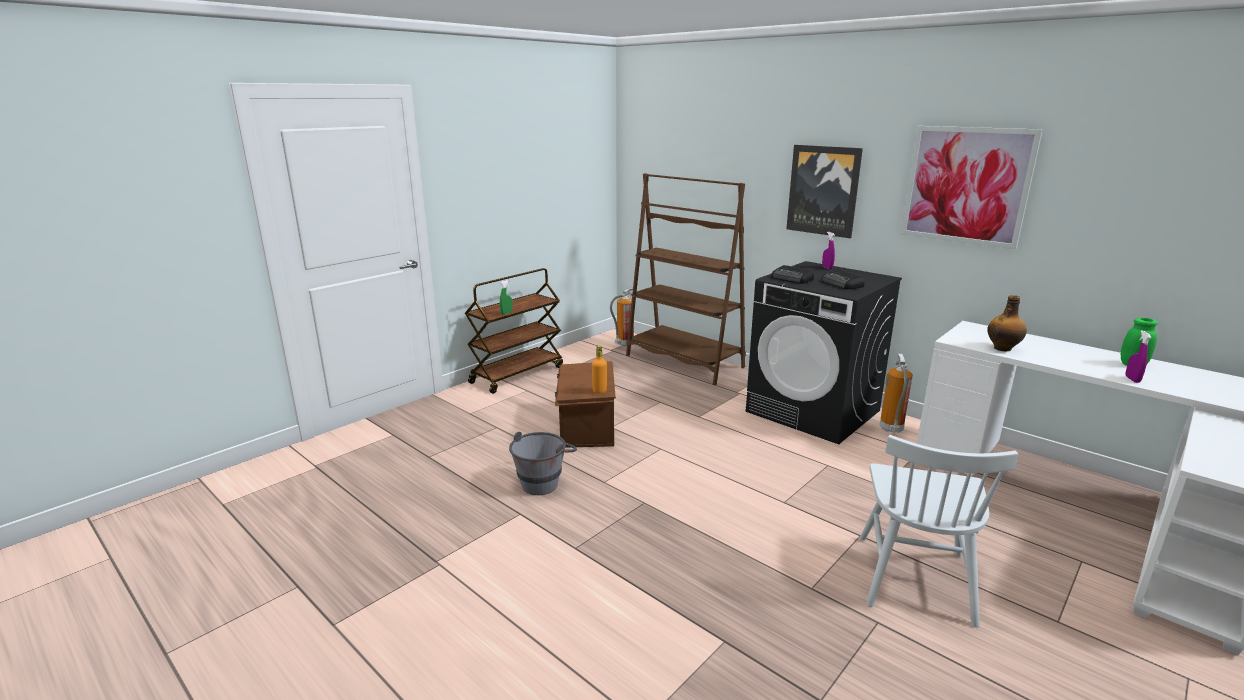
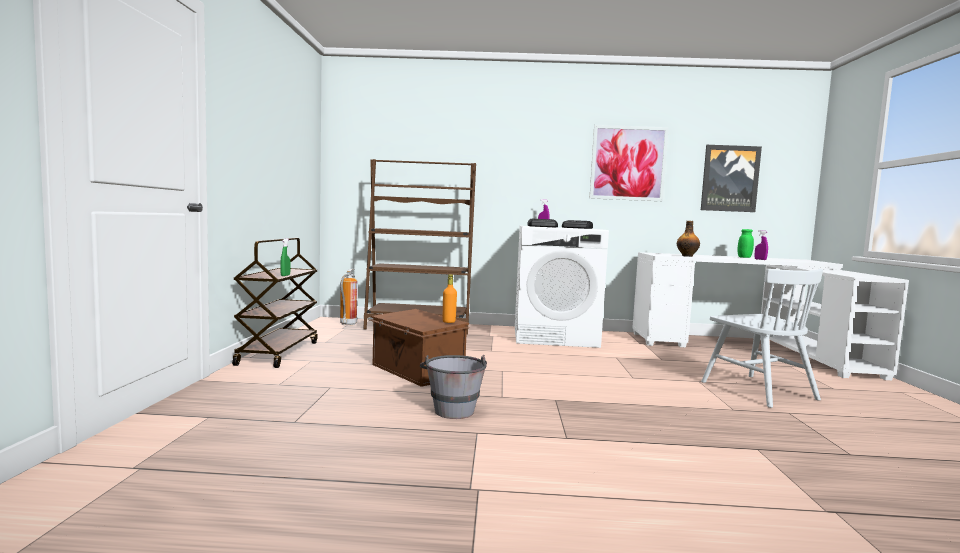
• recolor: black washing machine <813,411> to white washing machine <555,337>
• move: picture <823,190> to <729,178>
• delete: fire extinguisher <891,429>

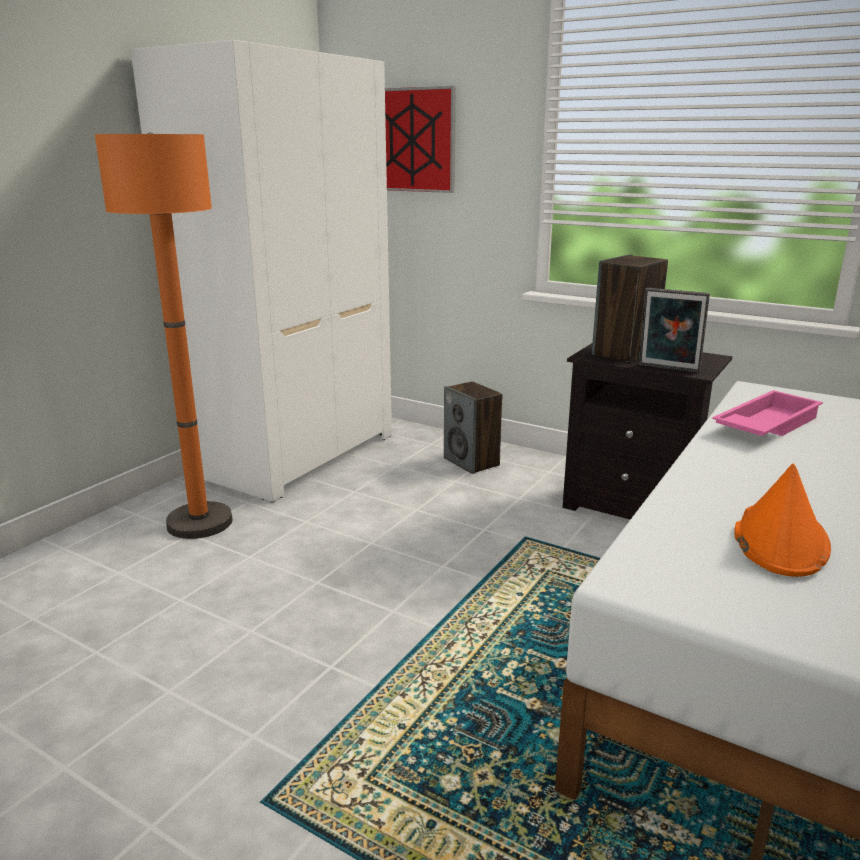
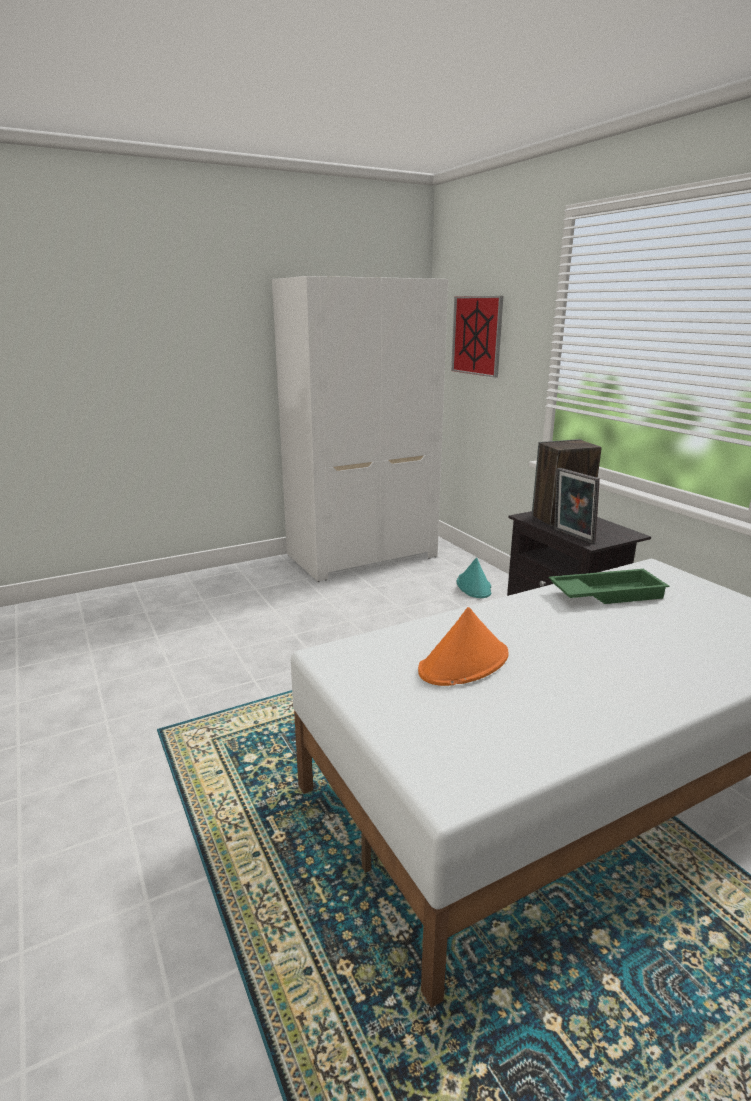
• delete: orange floor lamp <199,523>
• replace: speaker <472,462> to turquoise hat <474,586>
• recolor: pink tray <765,425> to green tray <606,593>

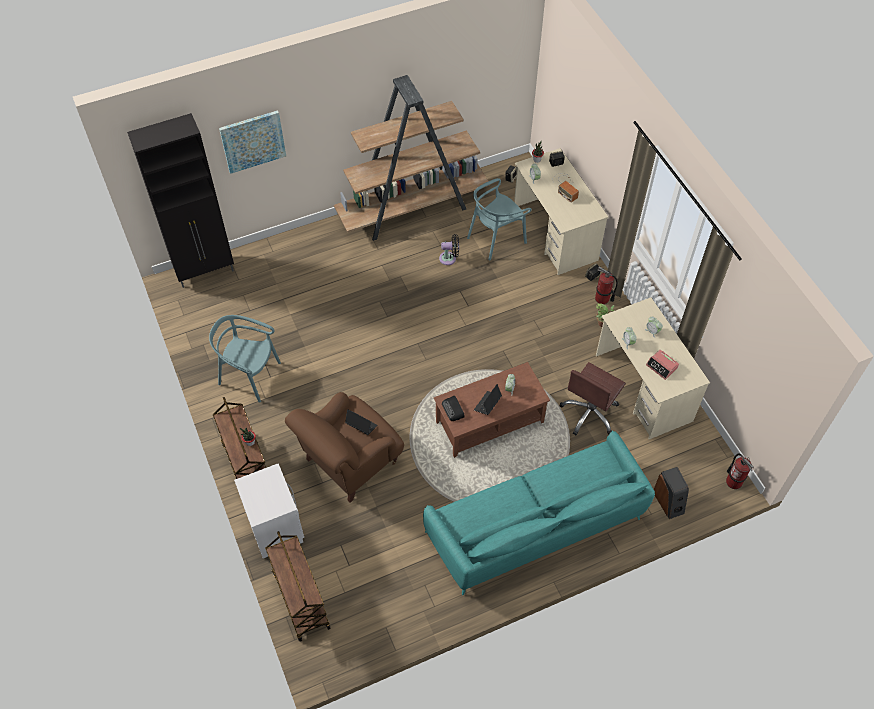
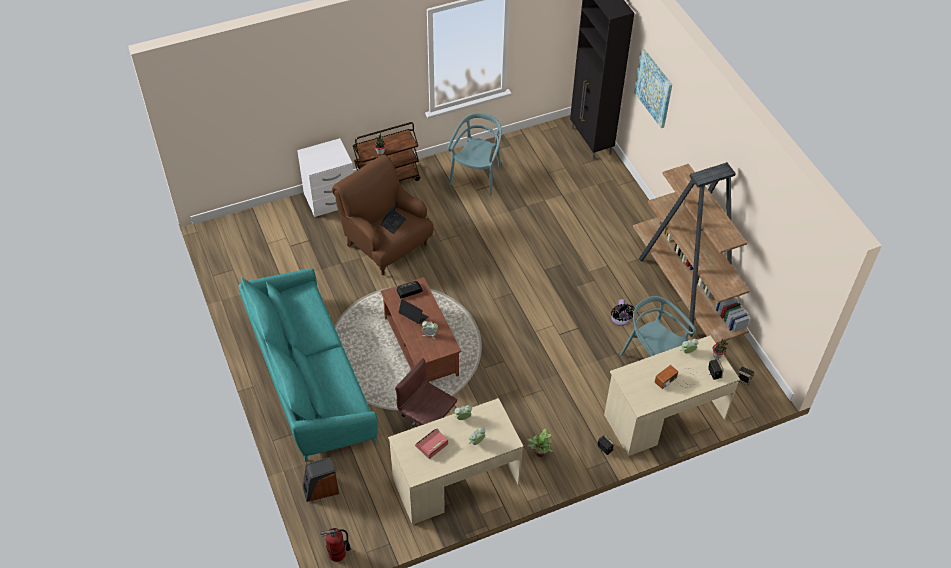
• delete: brown cart <300,599>
• delete: fire extinguisher <602,298>

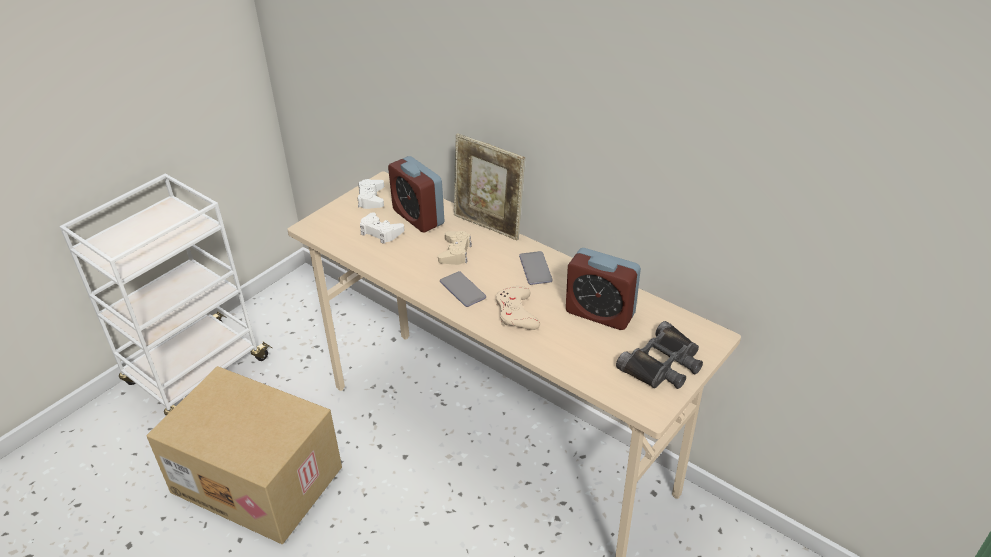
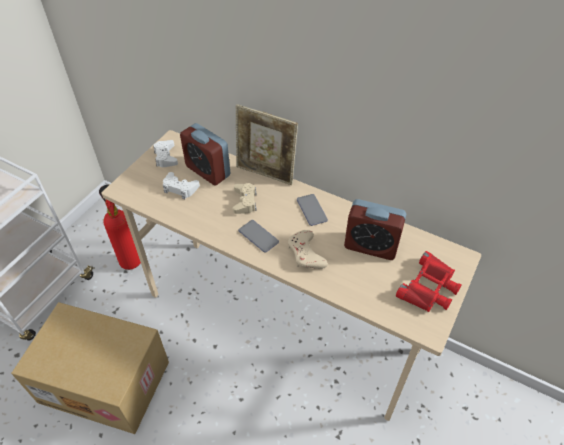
• recolor: black binoculars <663,364> to red binoculars <429,288>
• insert: fire extinguisher <130,258>

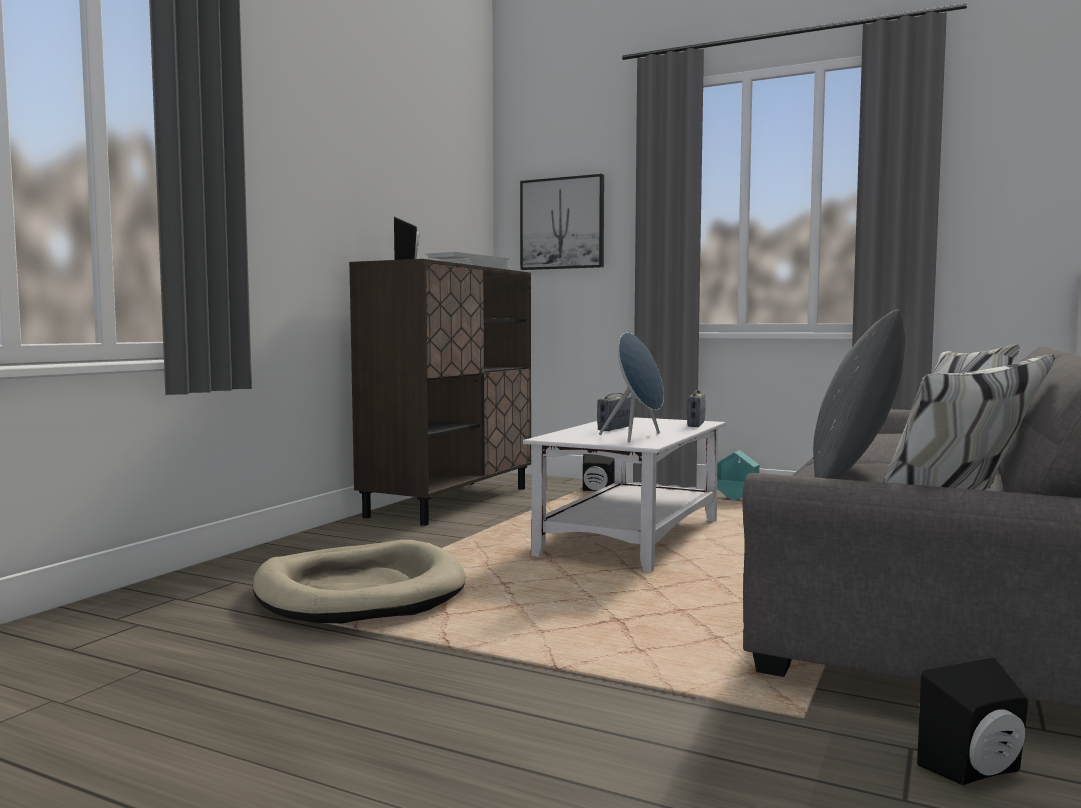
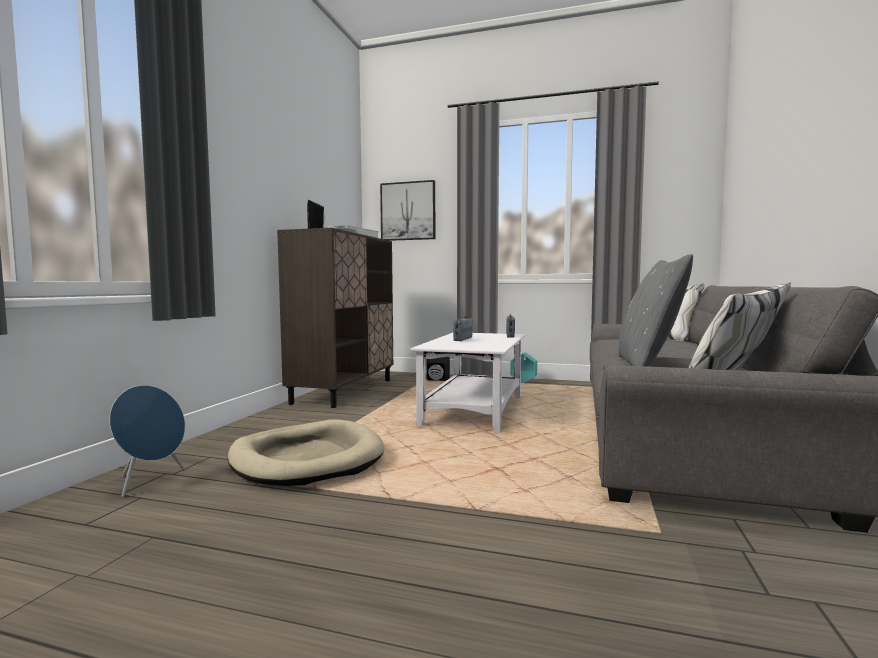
• move: blue speaker <636,437> to <150,482>
• delete: black speaker <978,771>

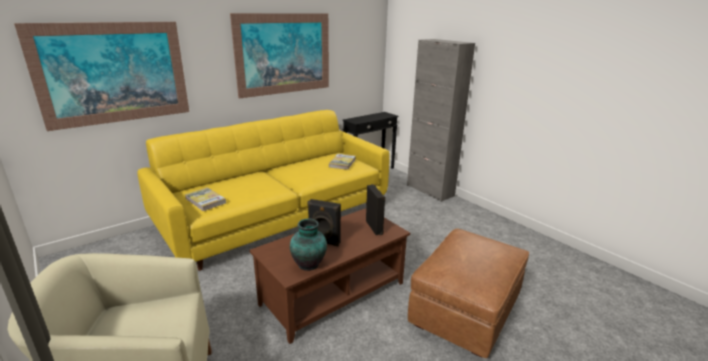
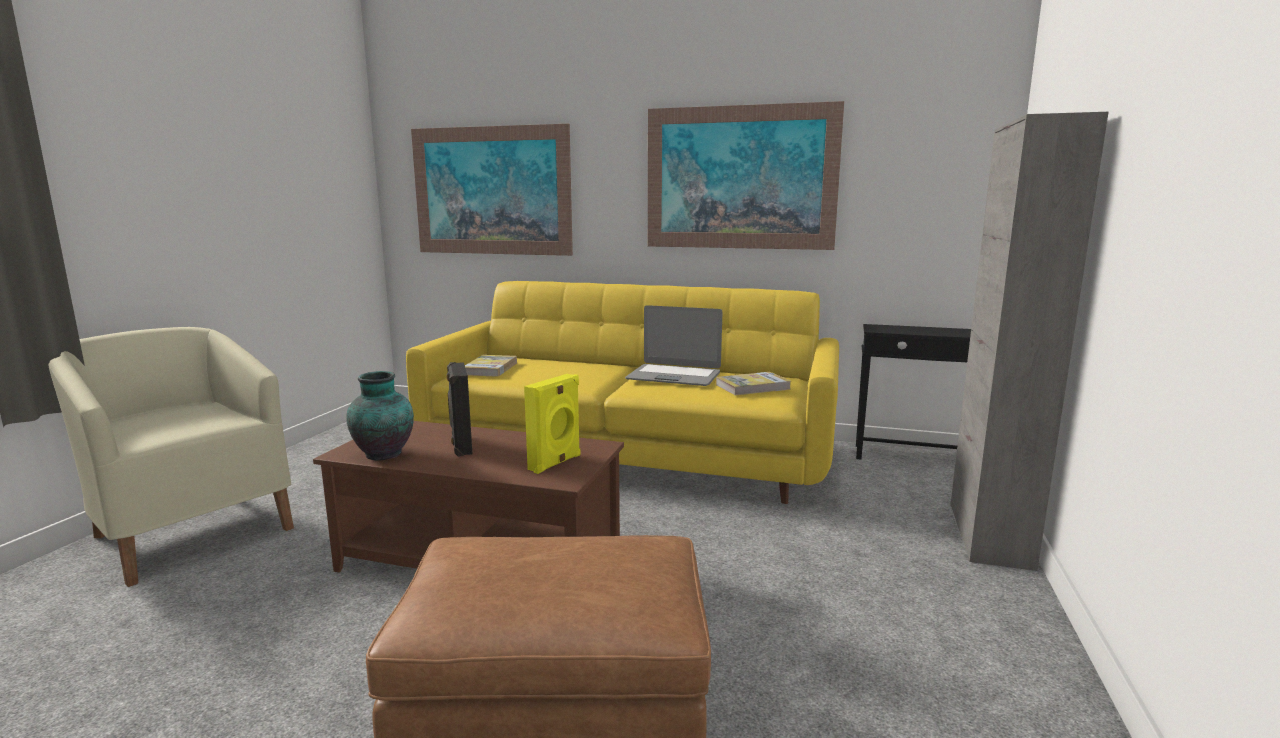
• recolor: black speaker <375,227> to yellow speaker <556,463>
• insert: laptop <674,376>

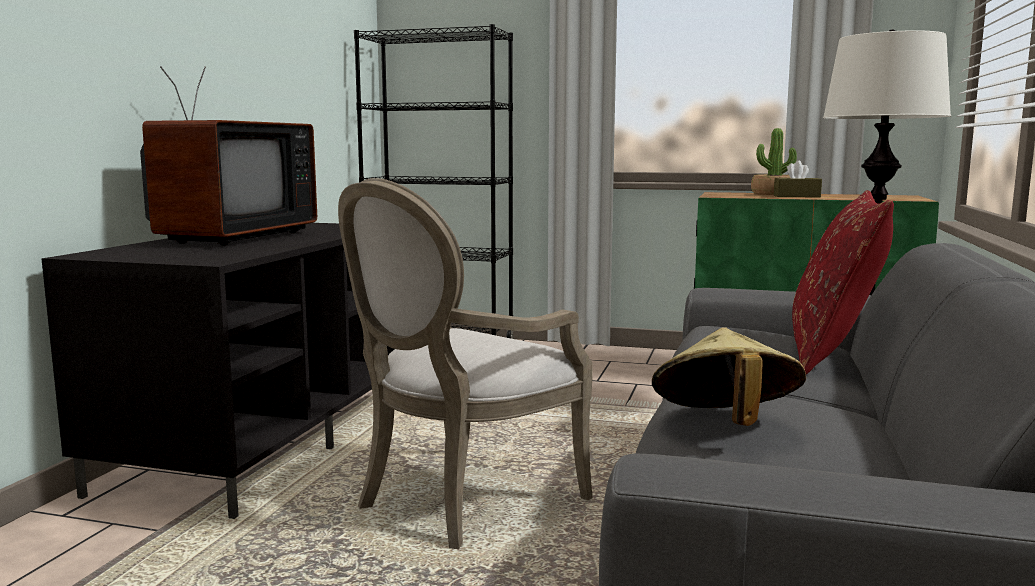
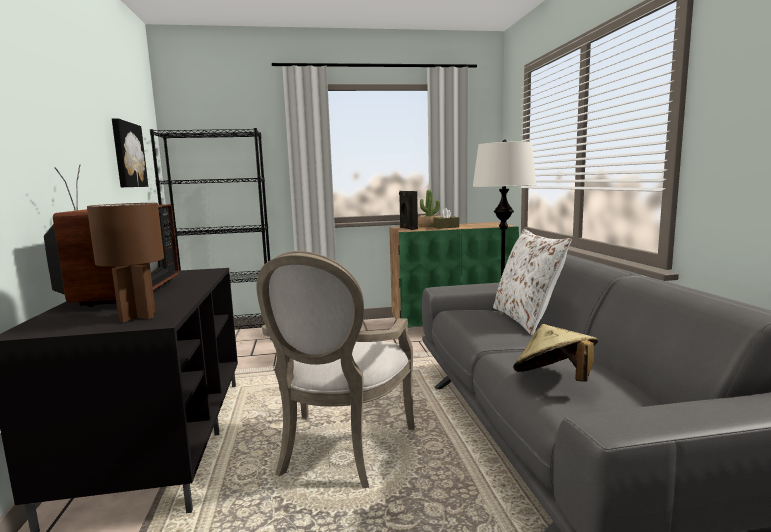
• recolor: red pillow <832,354> to white pillow <526,319>
• insert: brown table lamp <138,316>
• insert: picture <127,155>
• insert: black speaker <408,228>

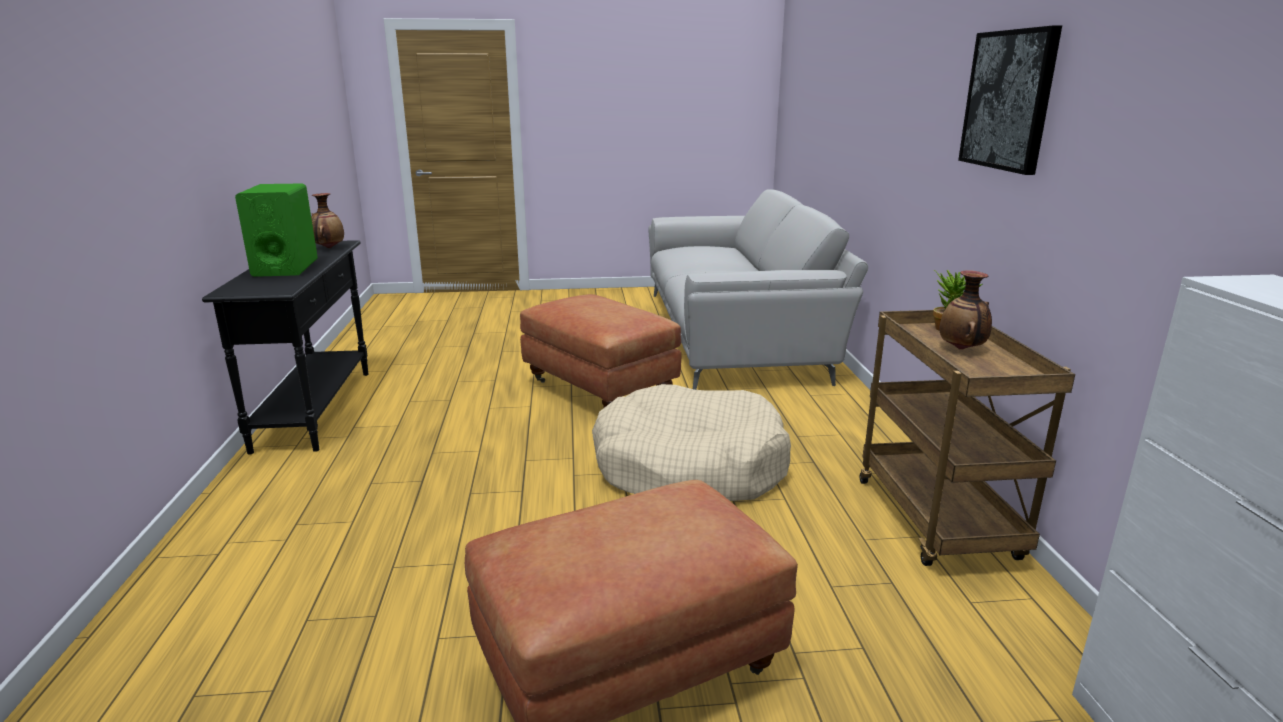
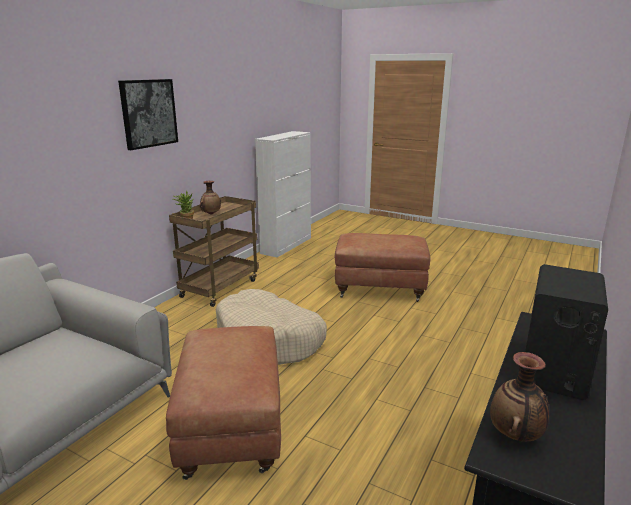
• recolor: green speaker <285,268> to black speaker <553,371>

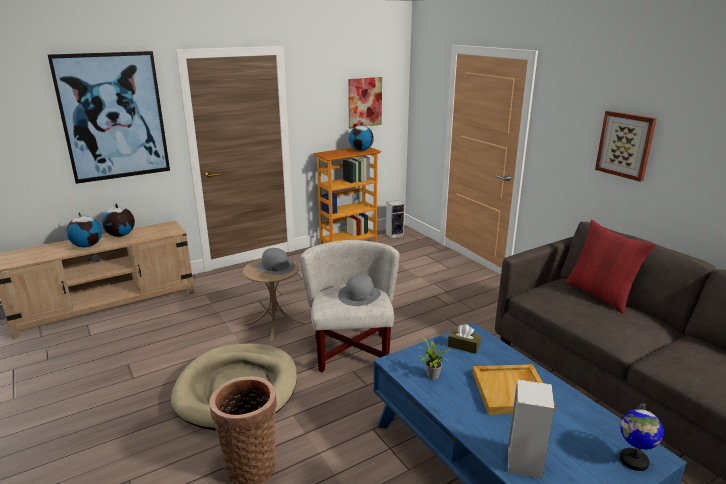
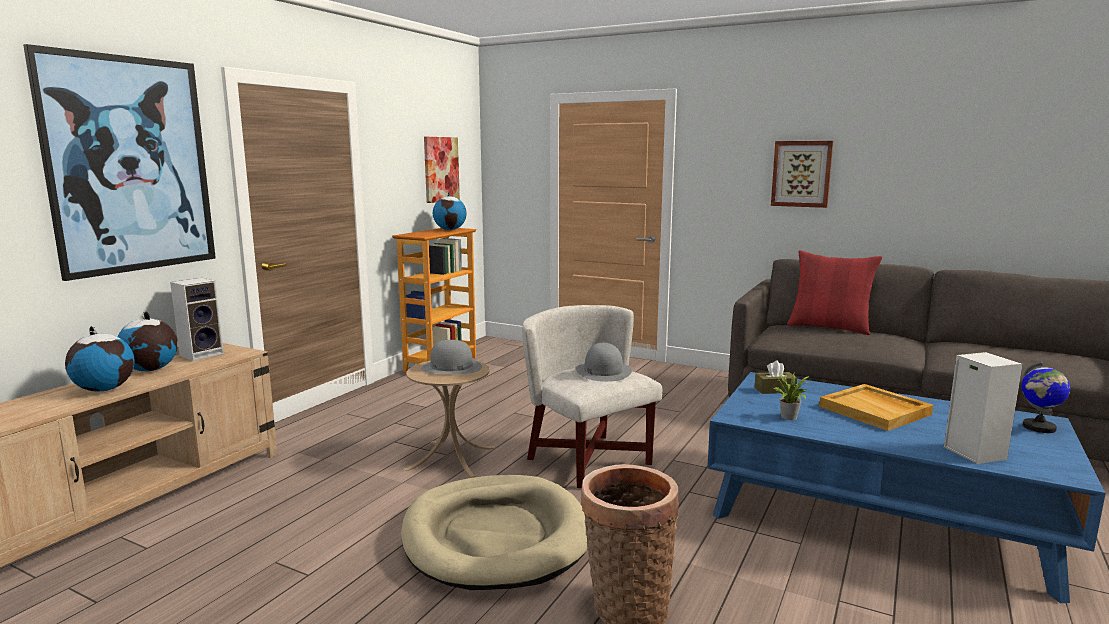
• move: speaker <395,234> to <203,354>

